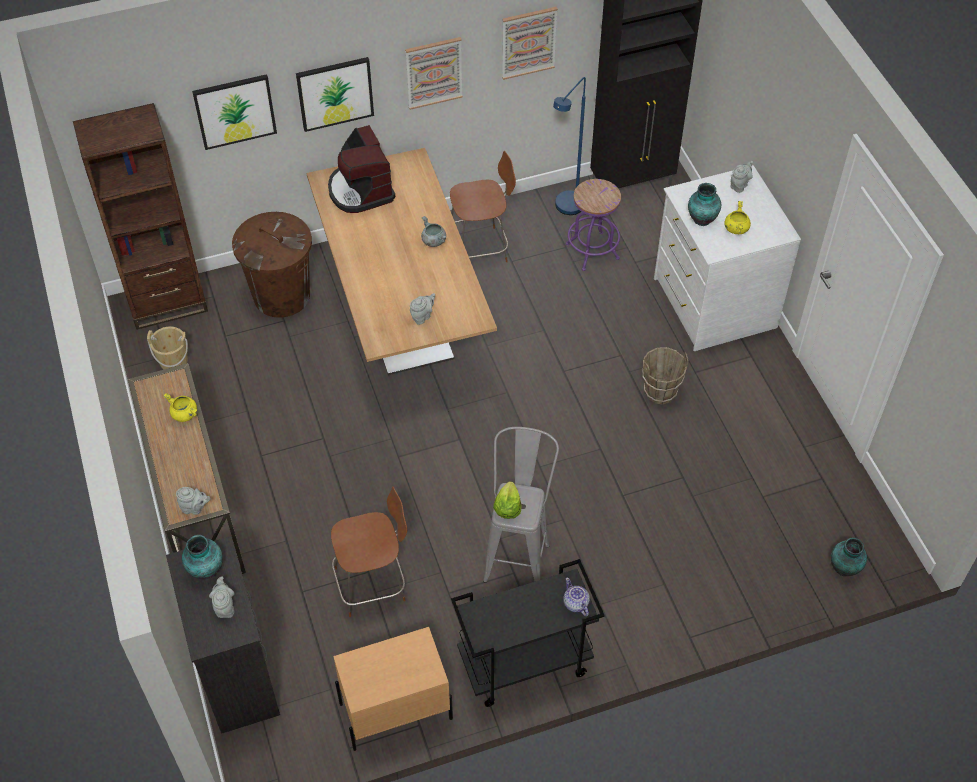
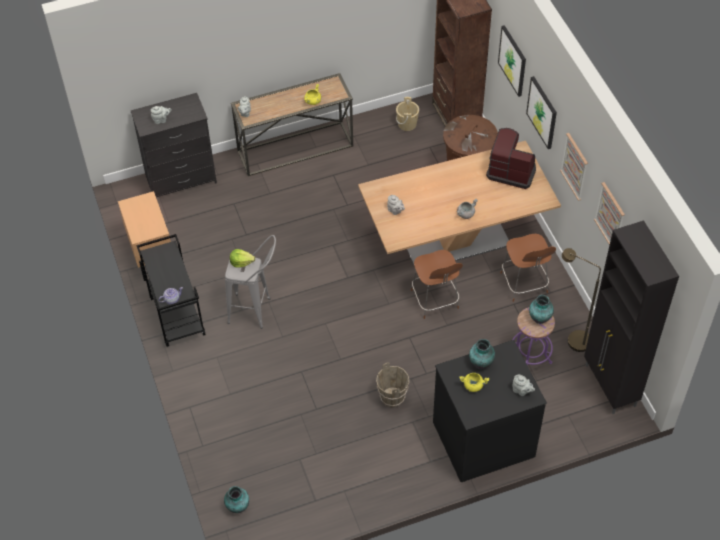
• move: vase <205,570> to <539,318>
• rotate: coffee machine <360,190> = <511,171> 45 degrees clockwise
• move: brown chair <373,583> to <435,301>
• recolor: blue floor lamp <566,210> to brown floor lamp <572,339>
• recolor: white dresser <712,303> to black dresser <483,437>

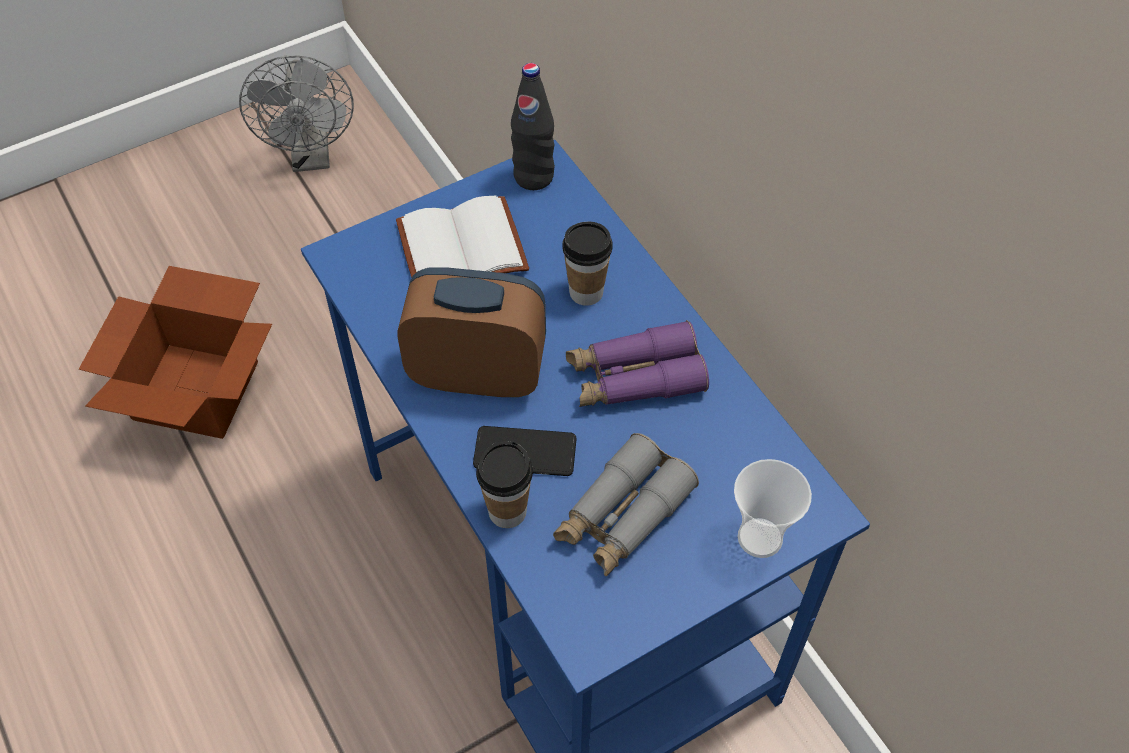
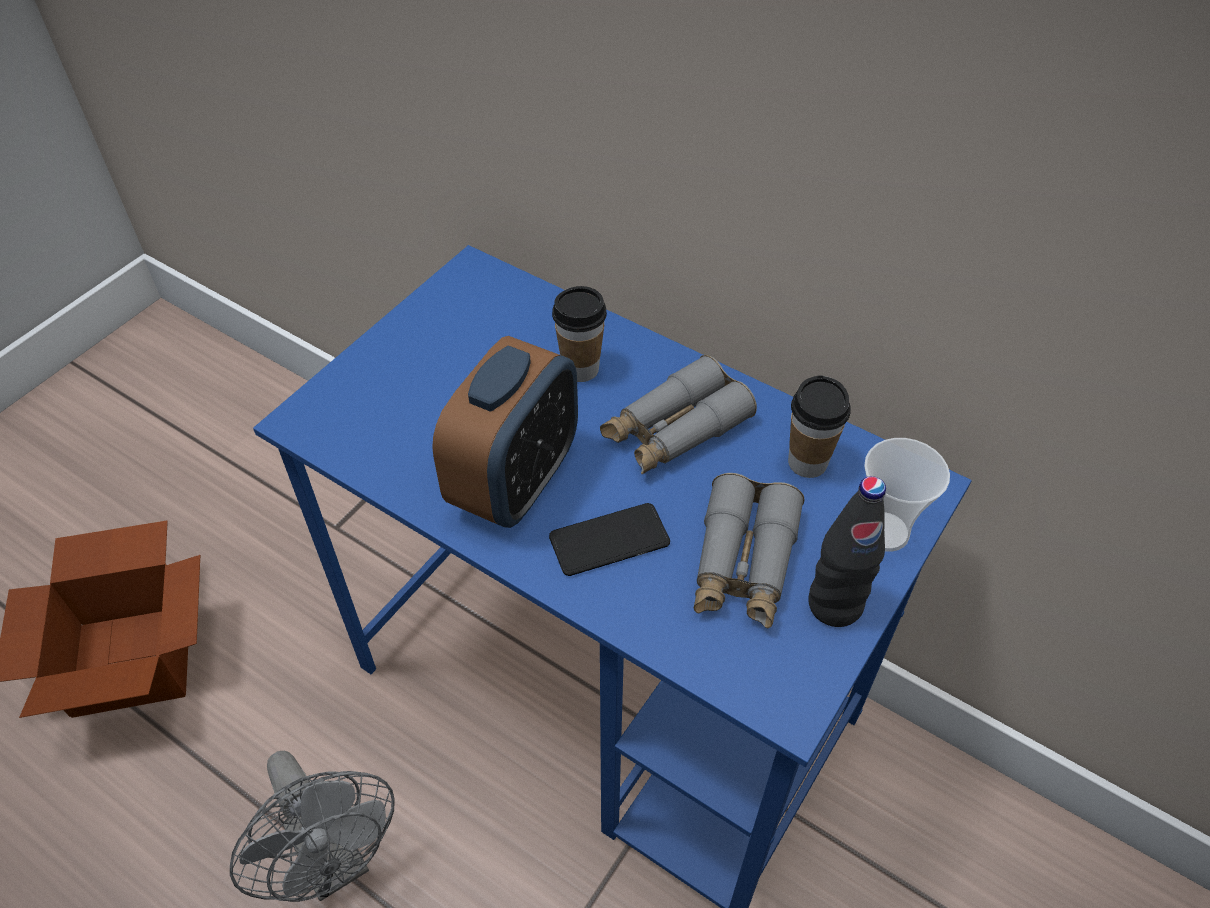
• move: grey fan <312,157> to <335,862>
• delete: white book <463,244>
• rotate: alarm clock <478,373> = <515,482> 135 degrees clockwise
• move: cup <507,511> to <807,462>
• move: black bottle <533,177> to <835,605>
• recolor: purple binoculars <634,377> to grey binoculars <675,430>

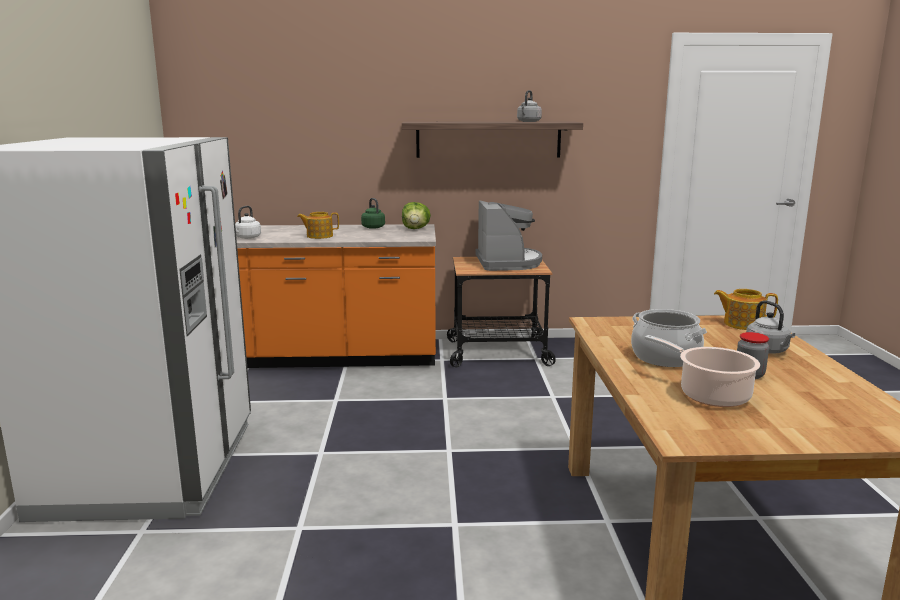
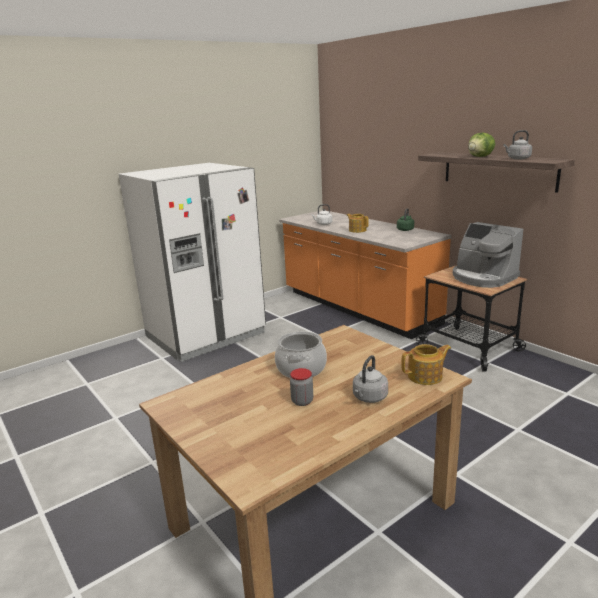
• move: lettuce <415,229> to <480,157>
• rotate: coffee machine <508,263> = <483,278> 90 degrees clockwise
• delete: cooking pot <710,395>
• rotate: teapot <742,324> = <426,376> 90 degrees clockwise

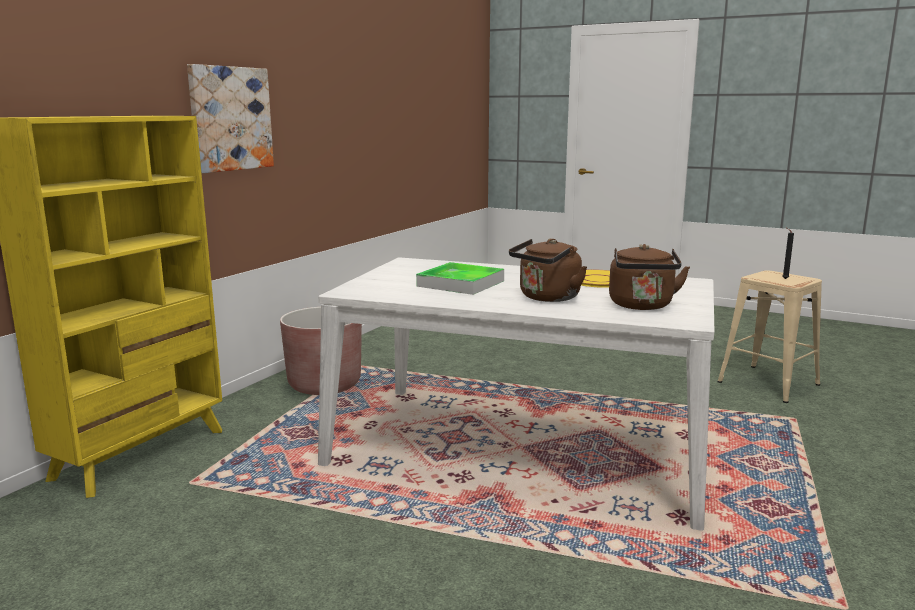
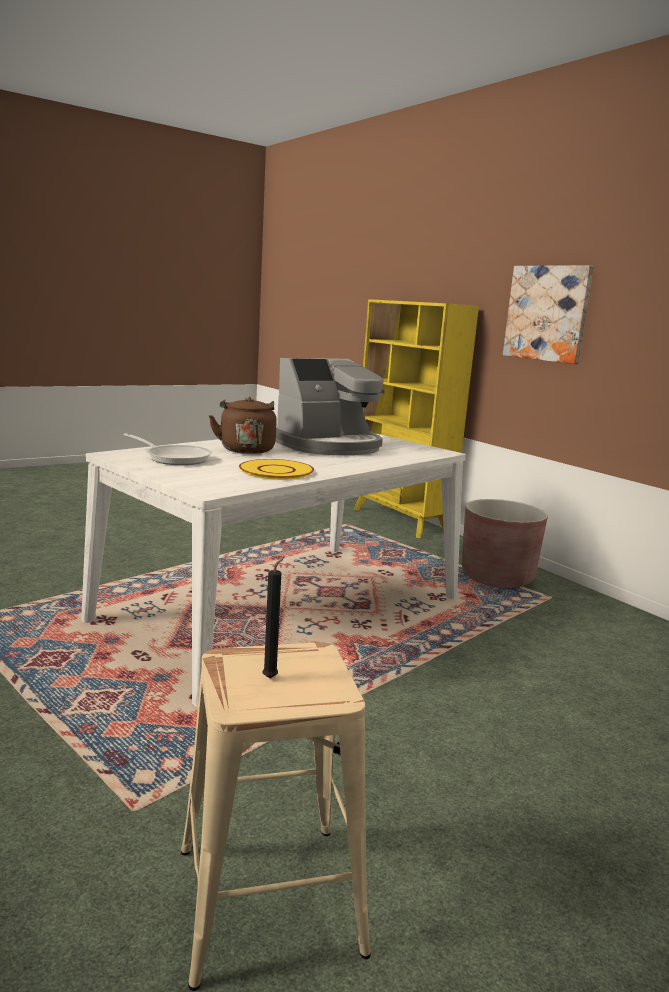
• replace: tray <461,283> to coffee machine <329,446>
• replace: brown kettle <642,306> to frying pan <174,458>

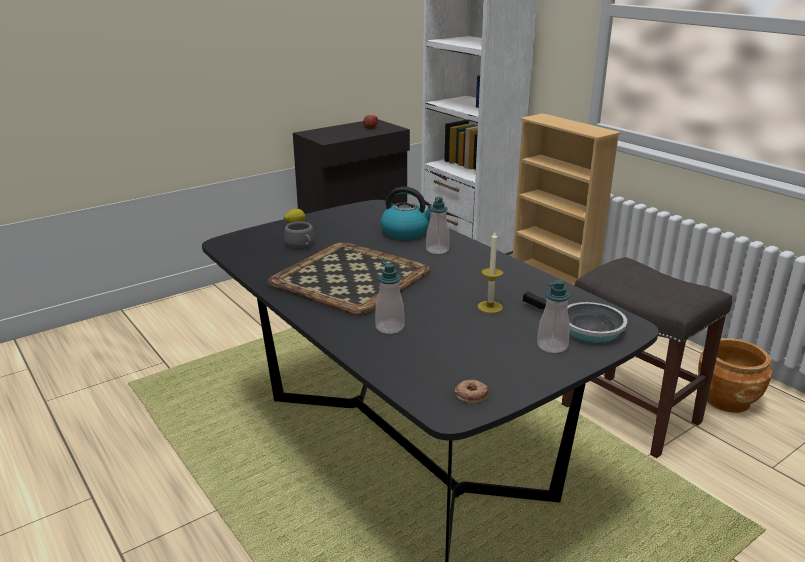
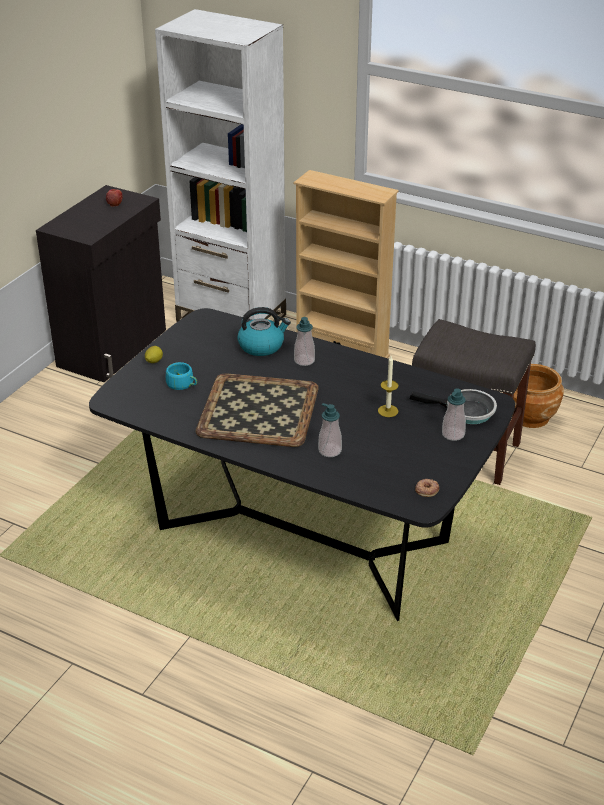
• recolor: grey cup <301,244> to turquoise cup <182,384>

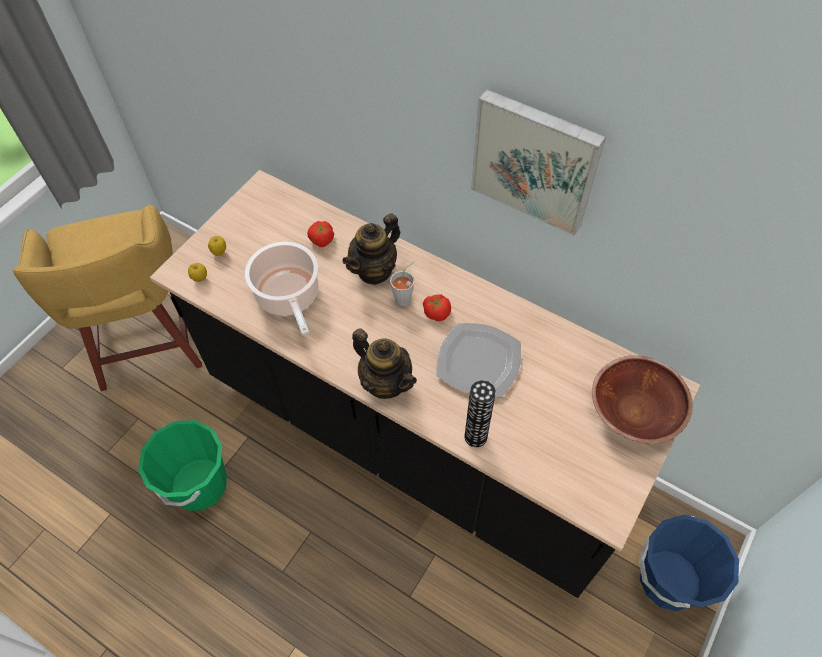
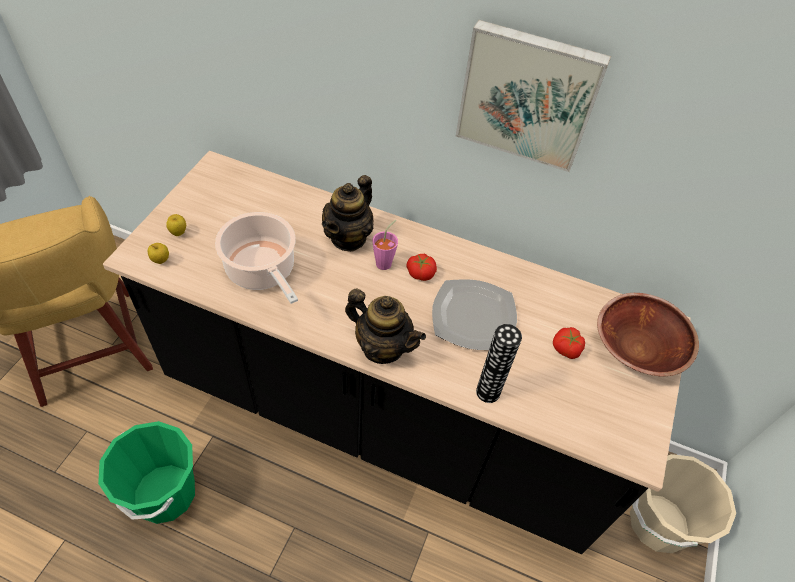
• move: tomato <321,239> to <566,348>
• recolor: grey cup <405,298> to pink cup <386,261>
• recolor: blue bucket <669,580> to beige bucket <658,523>

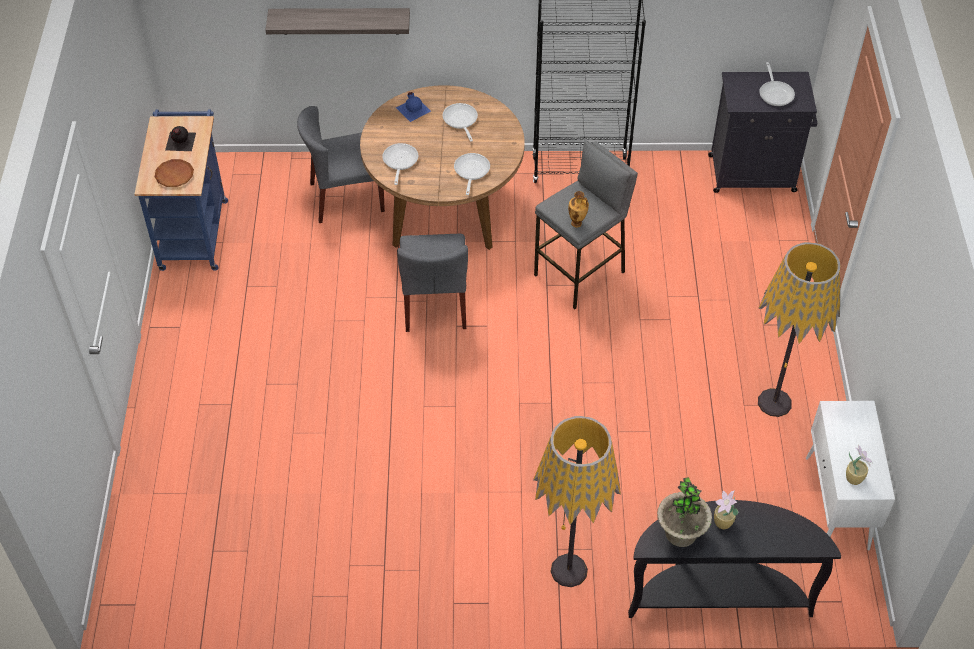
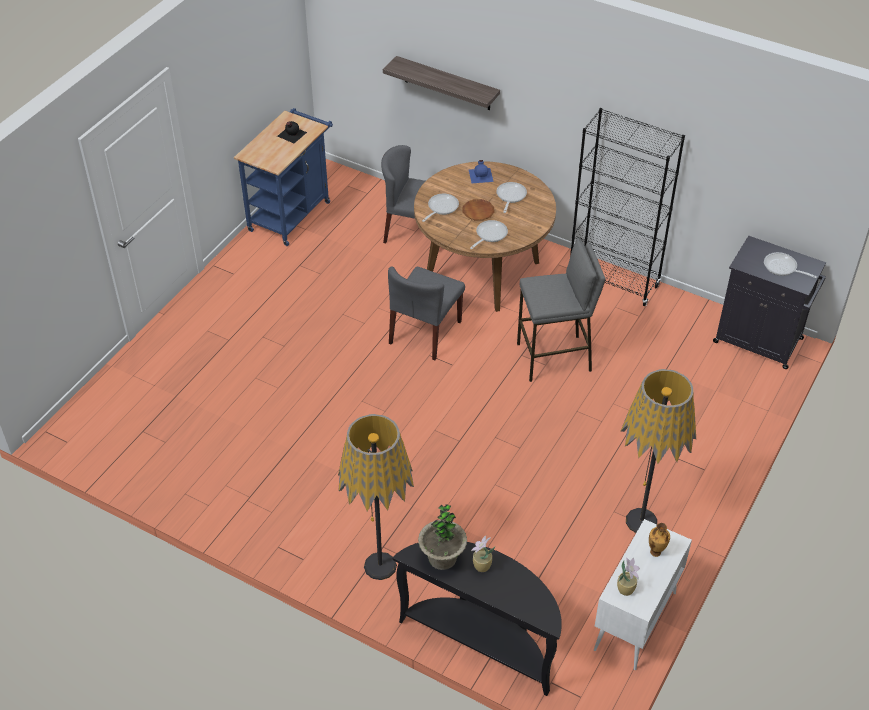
• move: brown plate <174,175> to <478,212>
• move: vase <577,224> to <656,553>
• rotate: frying pan <775,93> = <782,268> 105 degrees clockwise

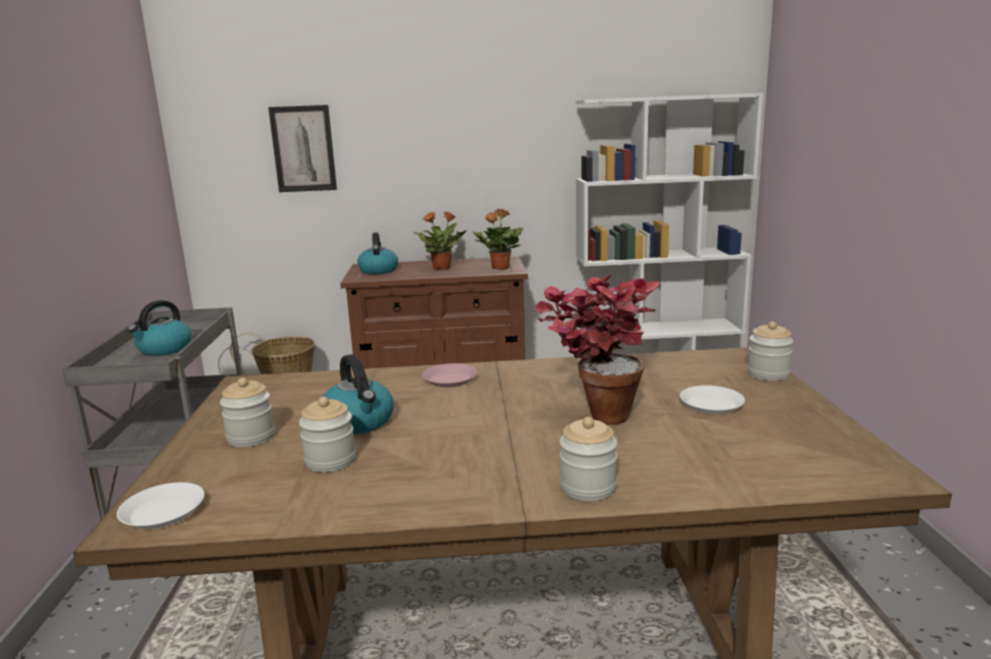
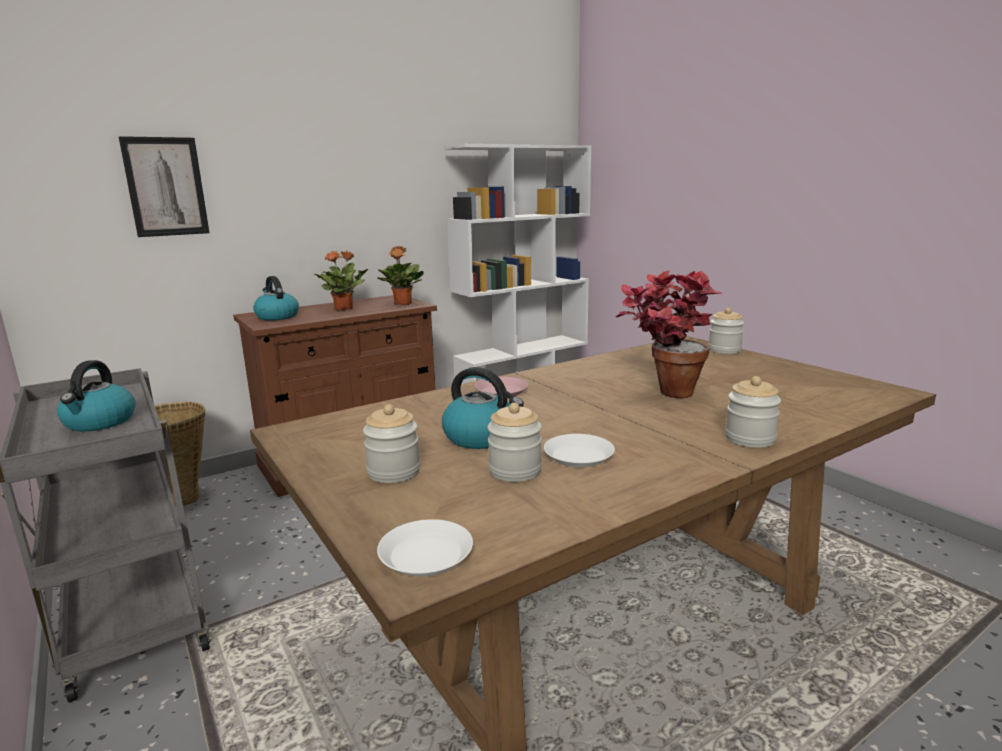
• move: white plate <711,404> to <578,456>

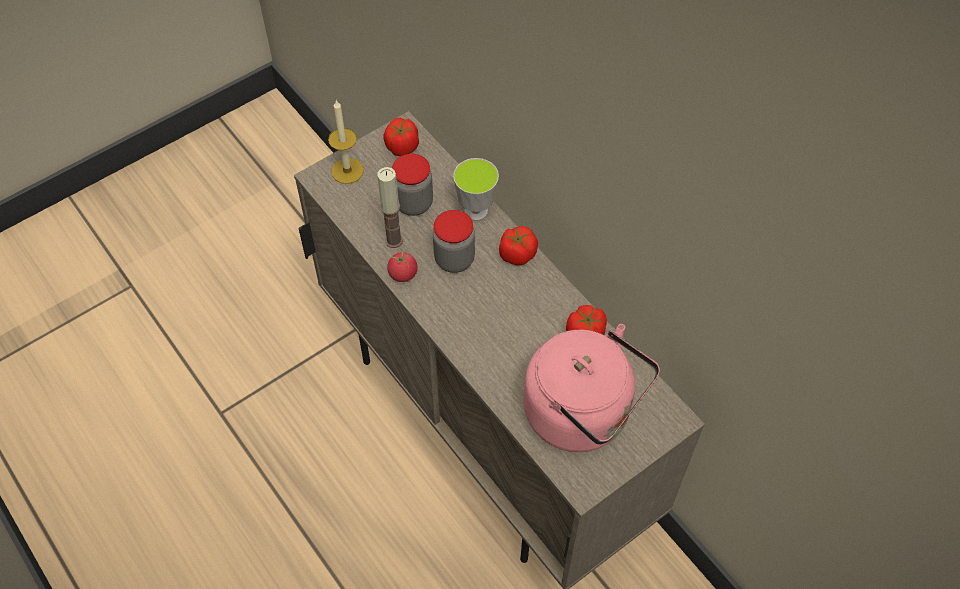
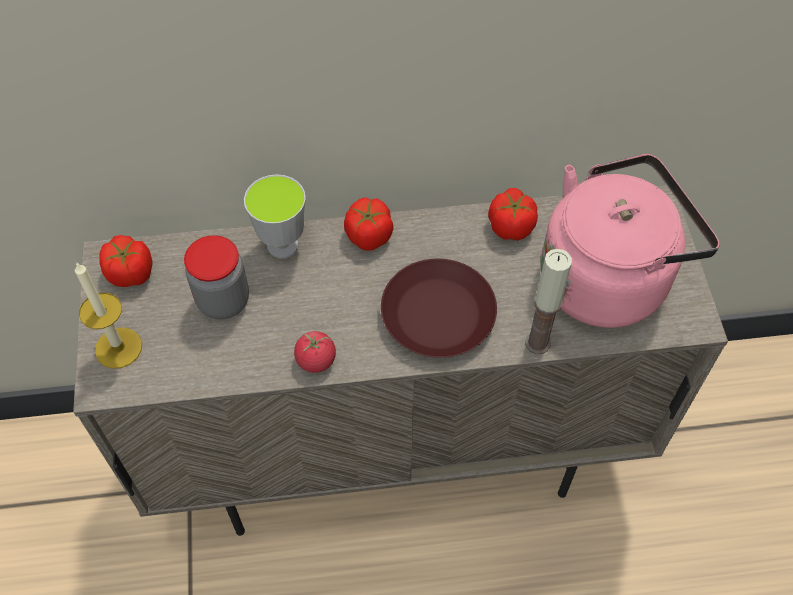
• move: candle <393,240> to <537,343>
• delete: jar <454,259>
• insert: brown plate <439,315>

